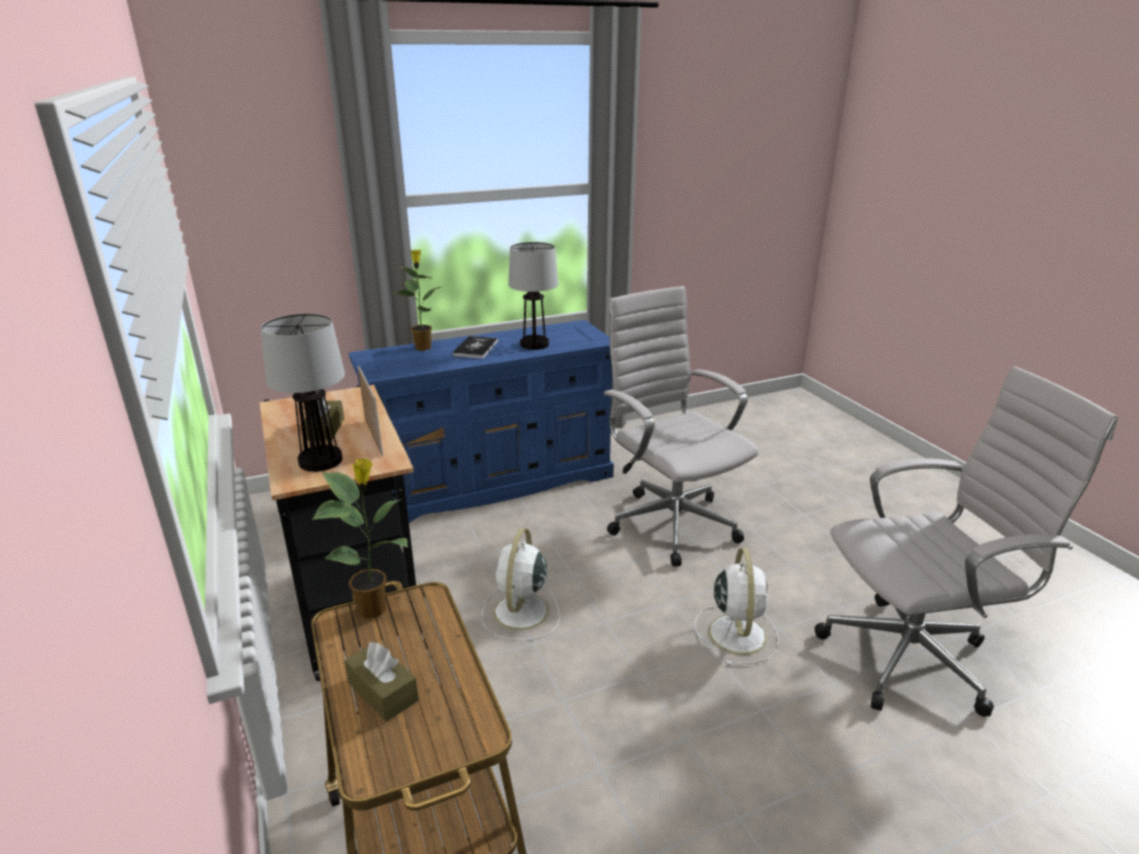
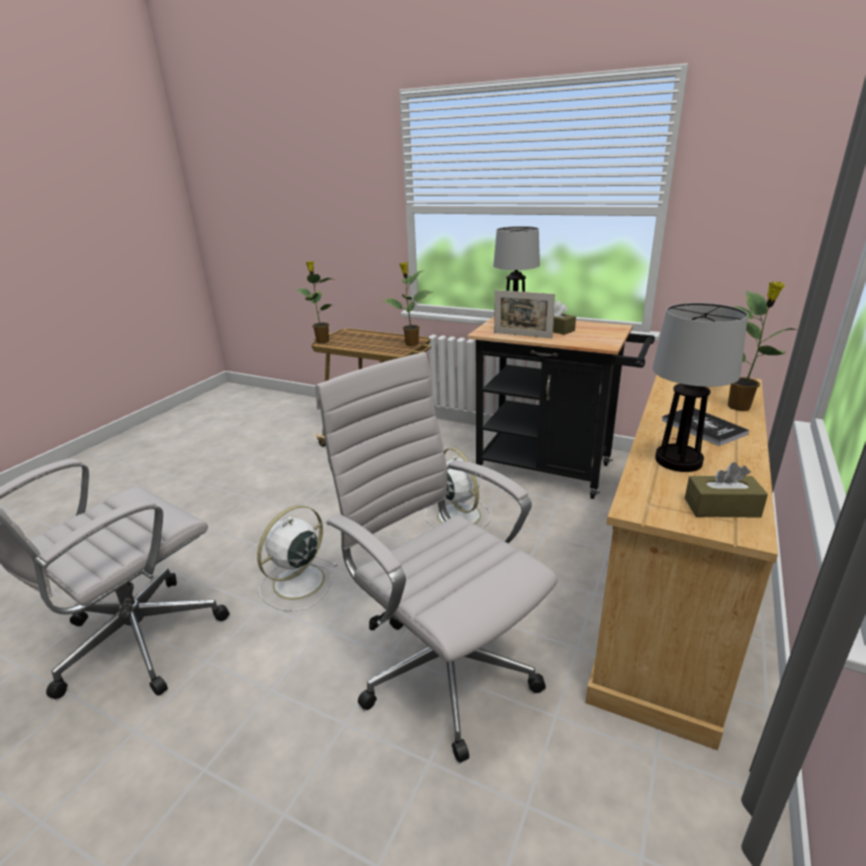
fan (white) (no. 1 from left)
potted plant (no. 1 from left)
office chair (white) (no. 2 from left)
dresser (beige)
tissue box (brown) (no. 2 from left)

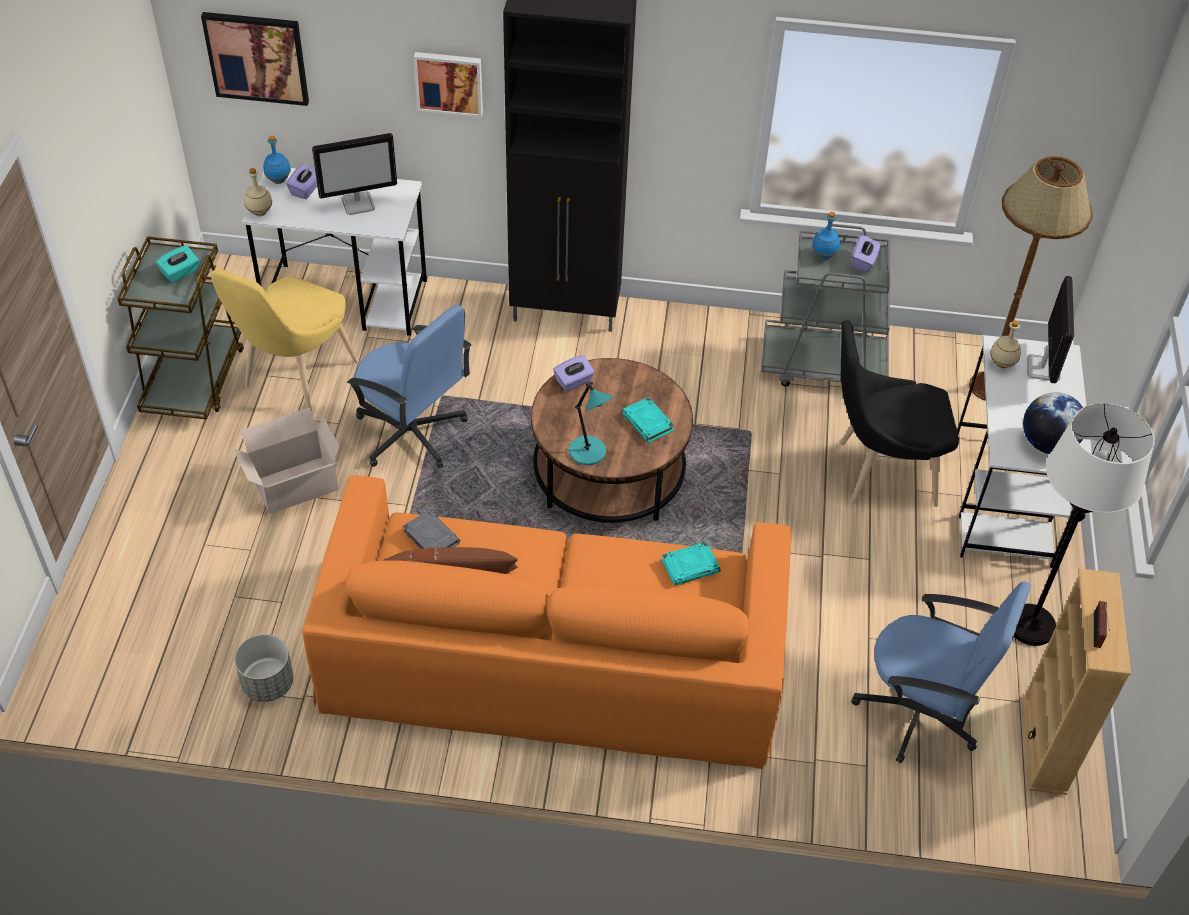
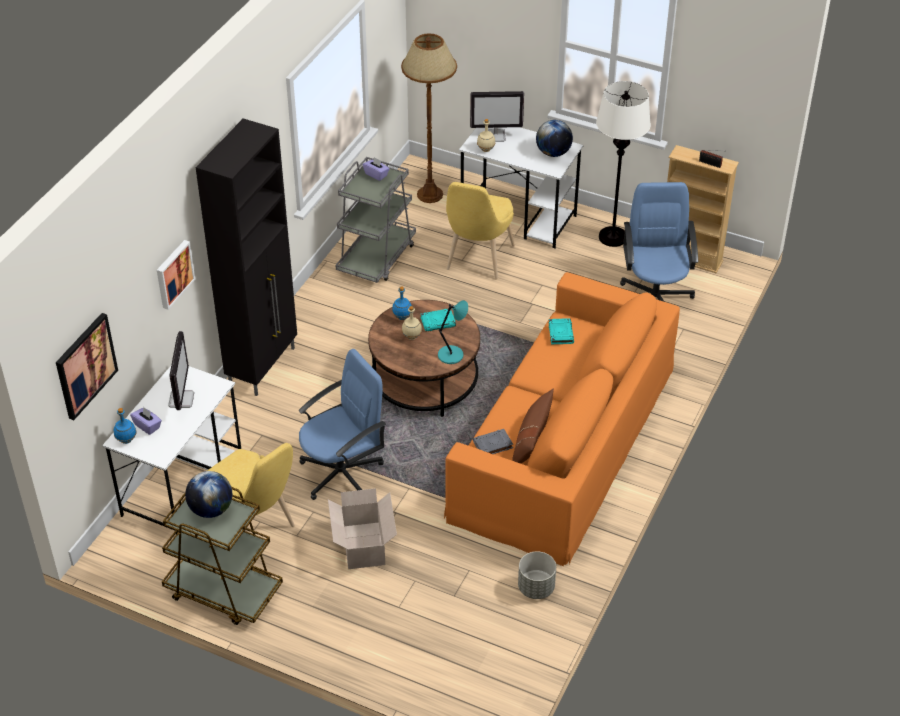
globe (no. 1 from left)
bottle (blue) (no. 2 from left)
bottle (beige) (no. 1 from left)
chair (yellow) (no. 2 from left)
monitor (no. 2 from left)
office chair (blue) (no. 2 from left)
tissue box (purple) (no. 2 from left in the first image)

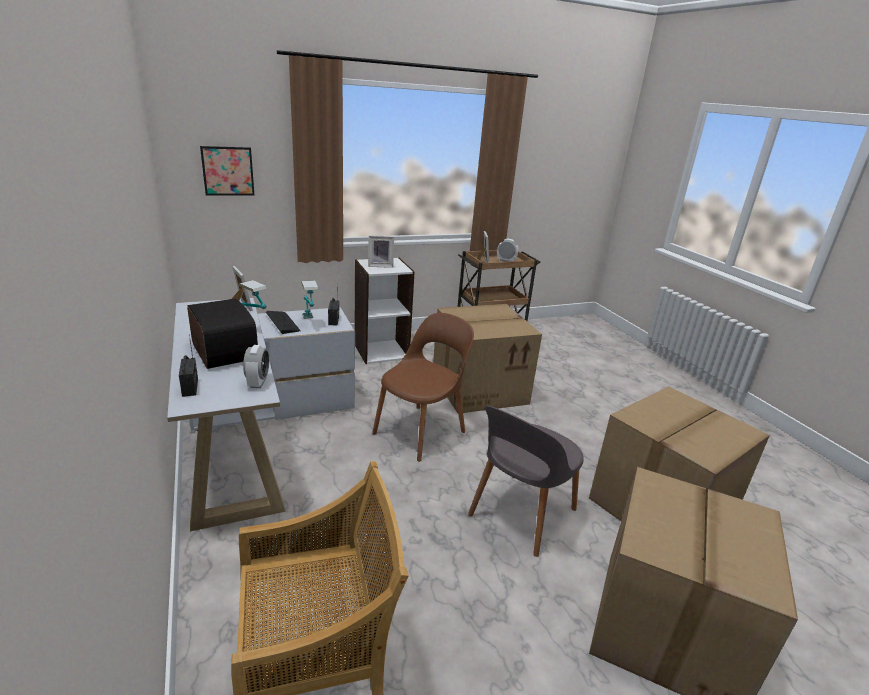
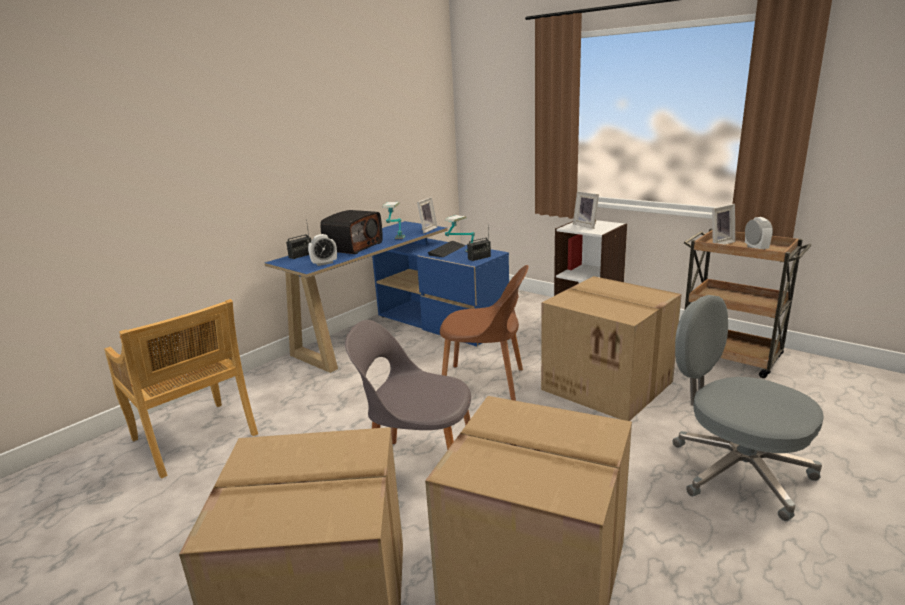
desk (blue)
office chair (grey)
picture

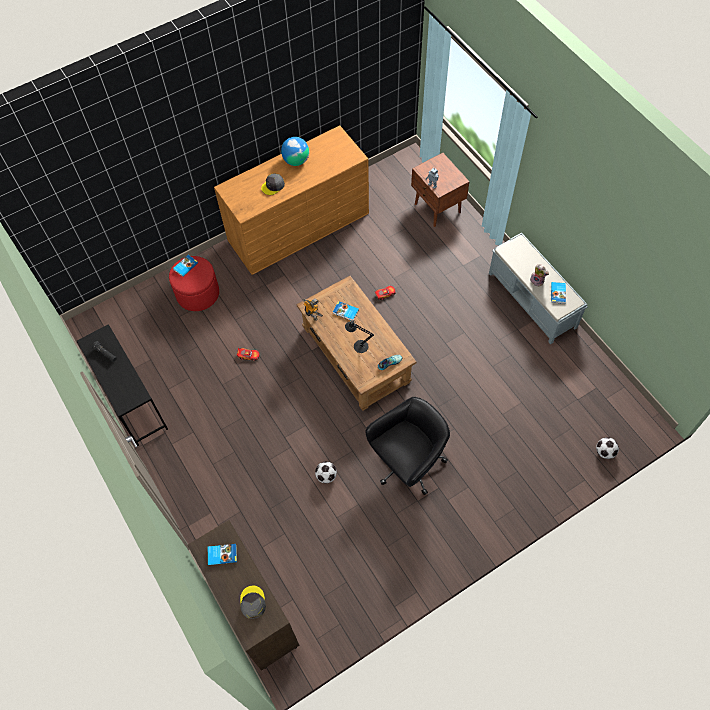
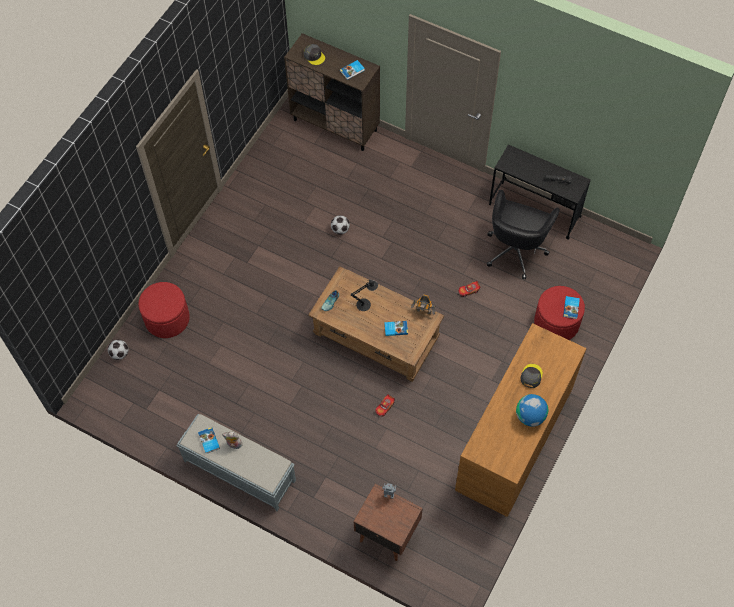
ottoman (red) (no. 1 from left)
office chair (black)

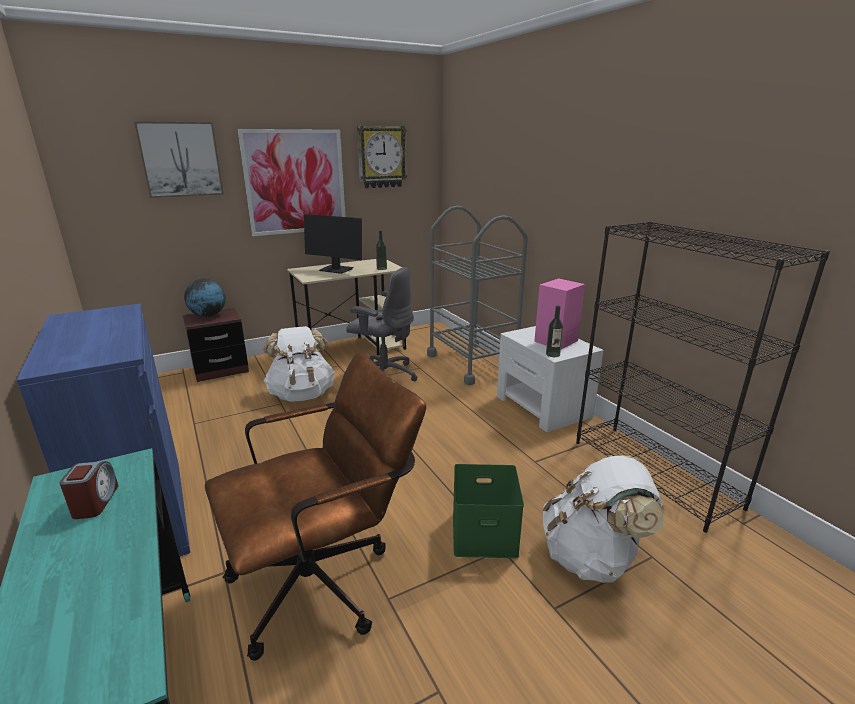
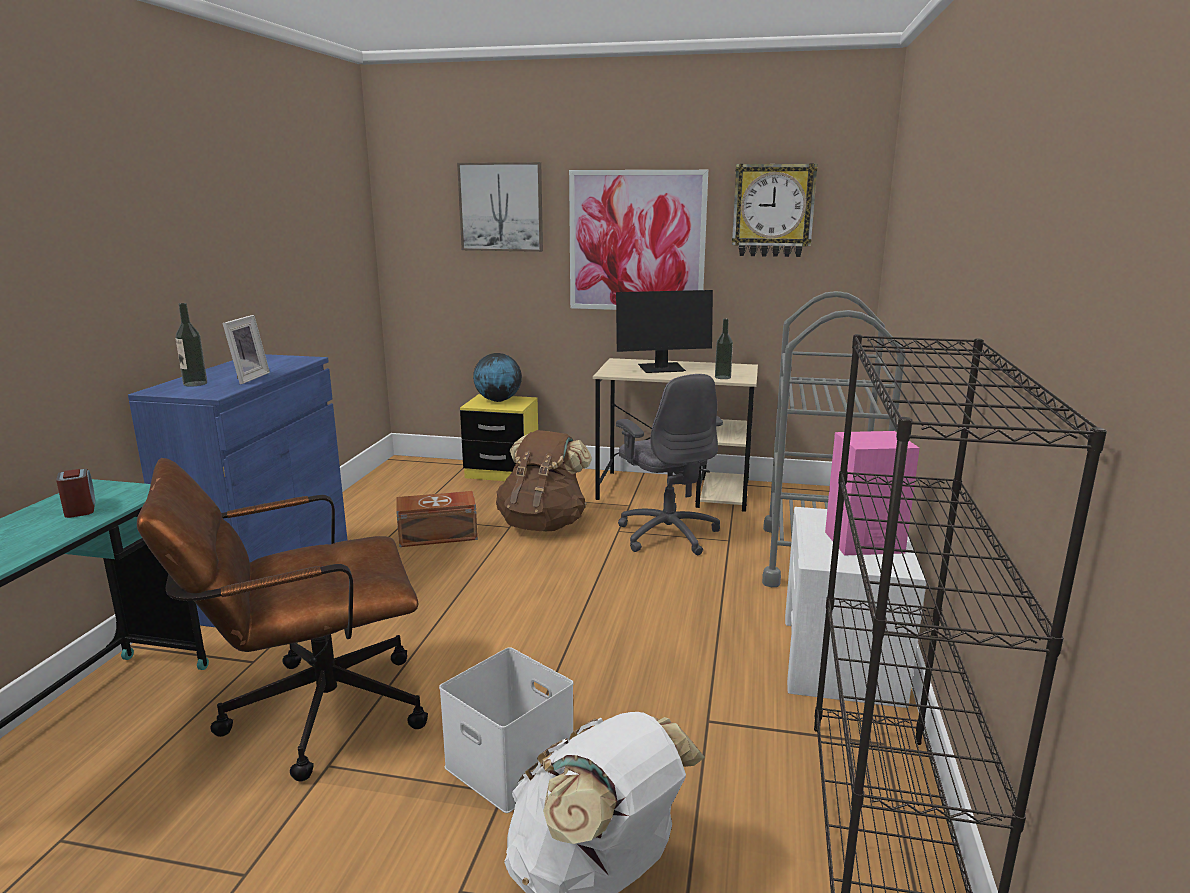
alarm clock
office chair (brown)
bottle (no. 1 from left)
picture frame
storage box (brown)
storage box (white)
nightstand (yellow)
backpack (brown)
monitor

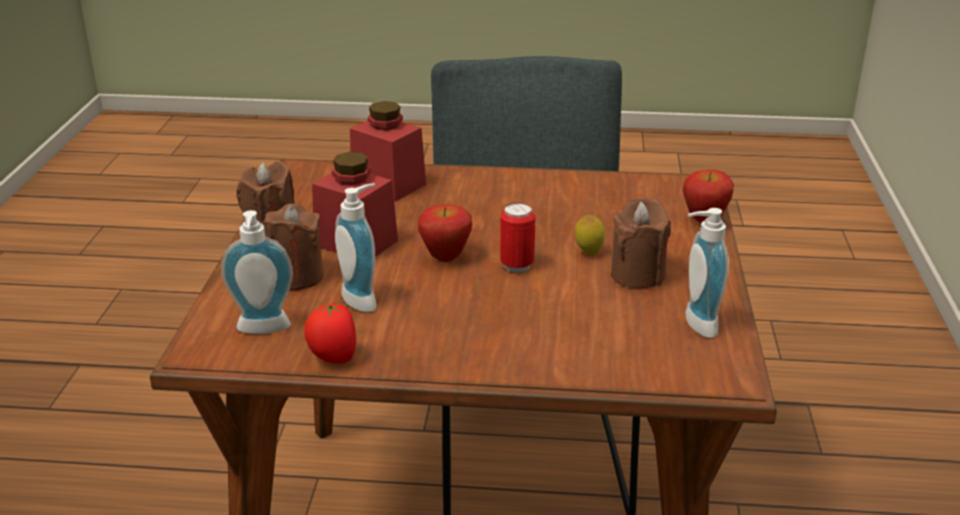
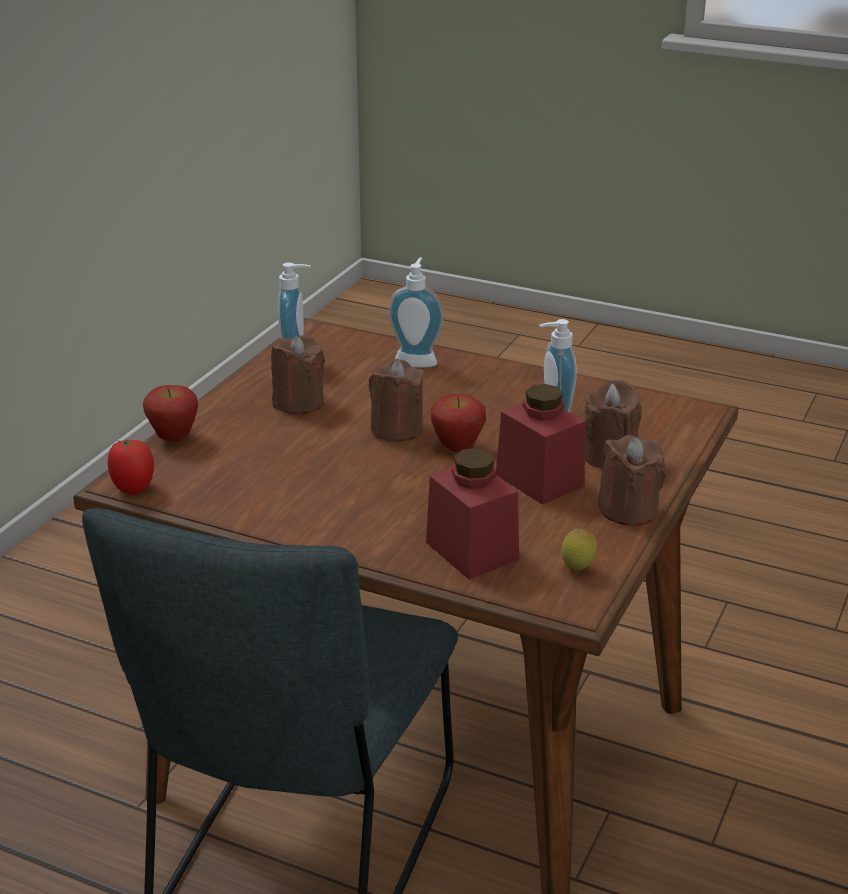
tomato
candle (brown) (no. 2 from left)
soap dispenser (no. 2 from left)
lemon

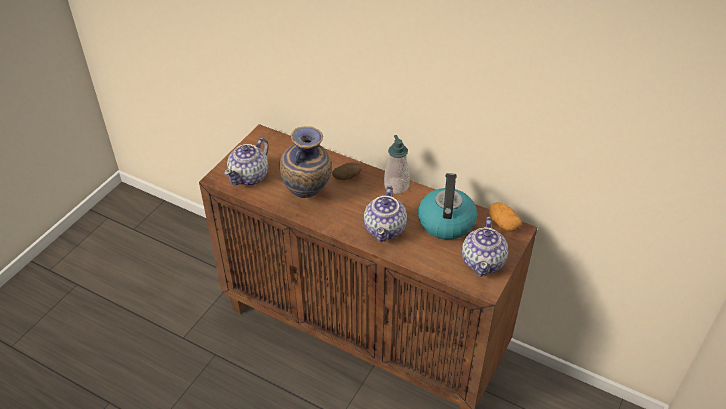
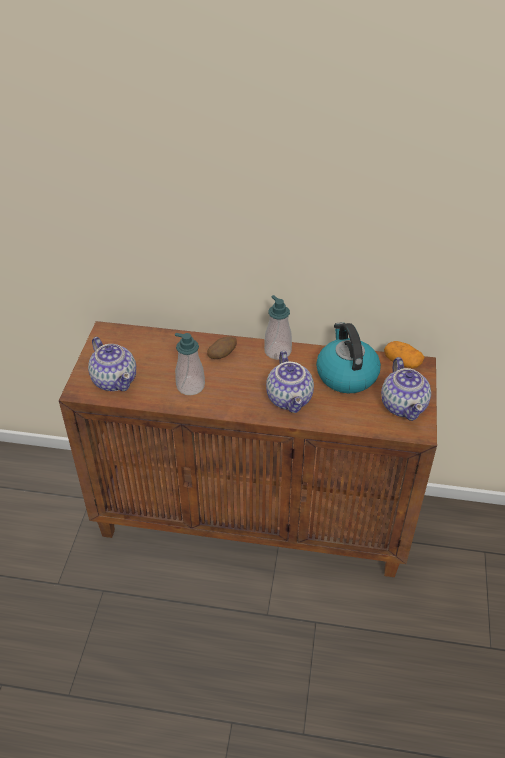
teapot (no. 1 from left)
soap dispenser (no. 1 from left)

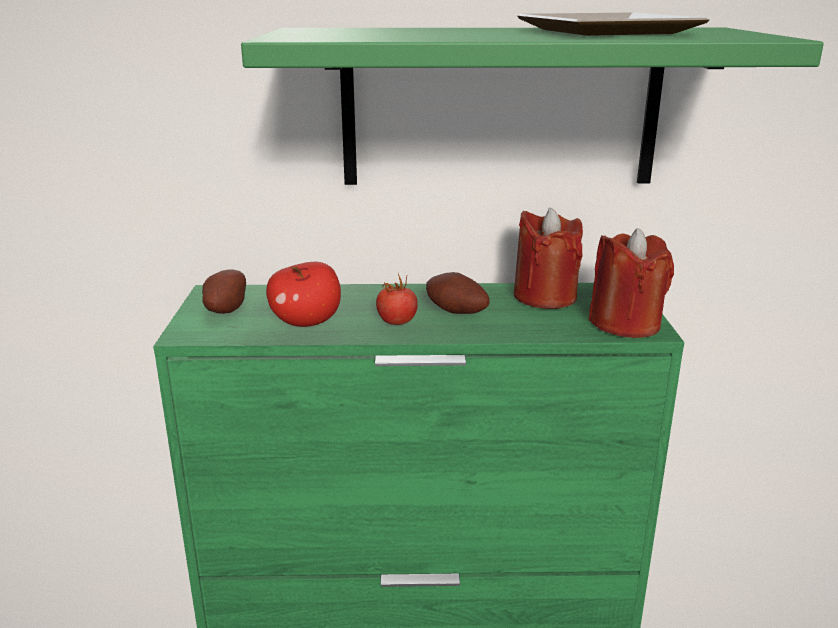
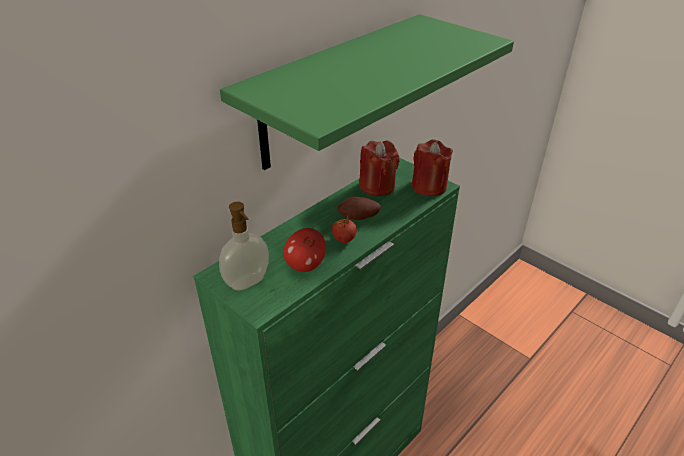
soap dispenser
plate

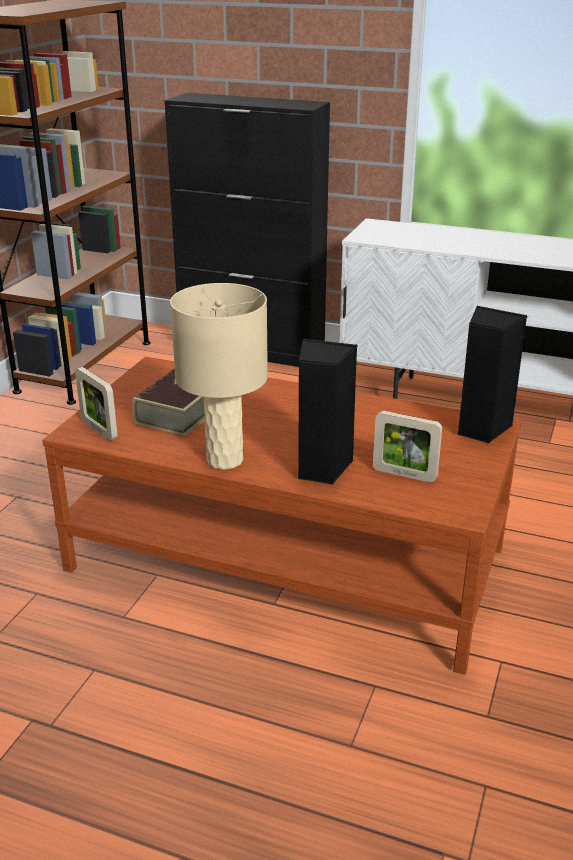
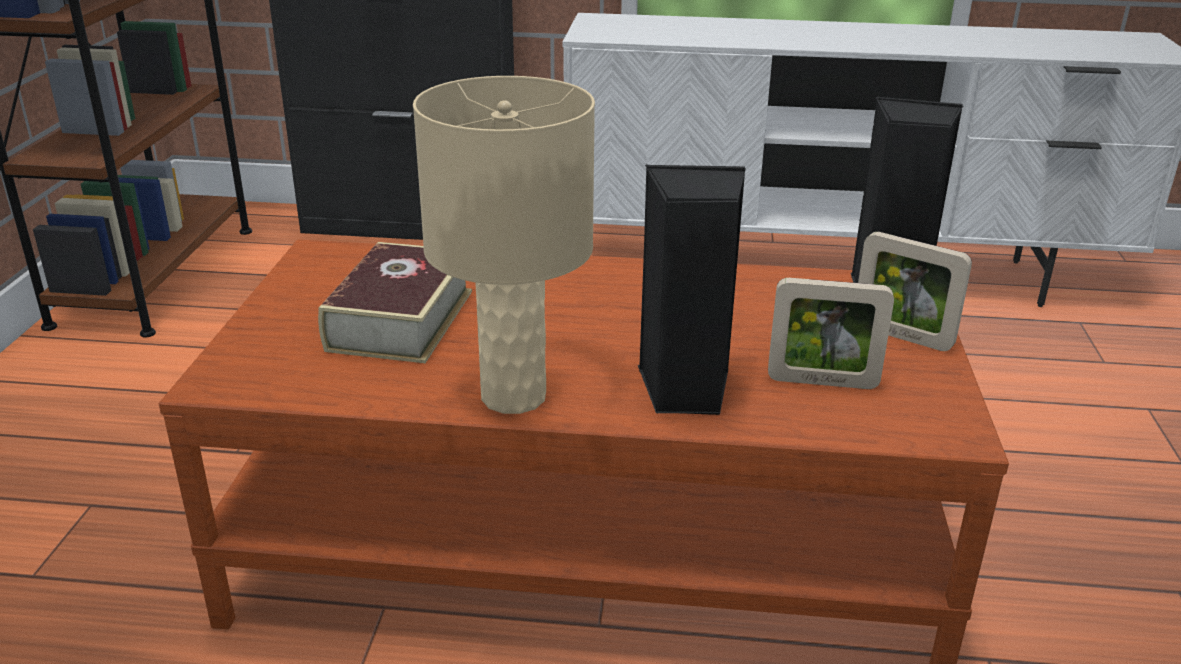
picture frame (no. 2 from left)

